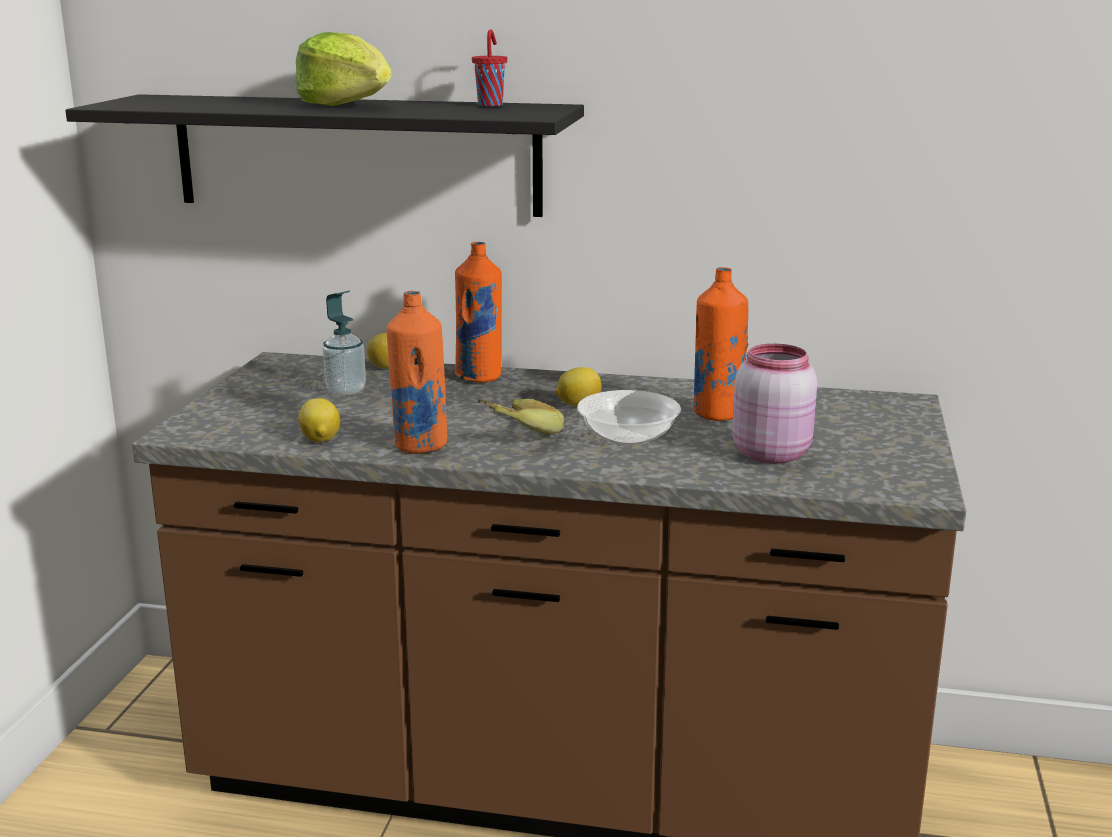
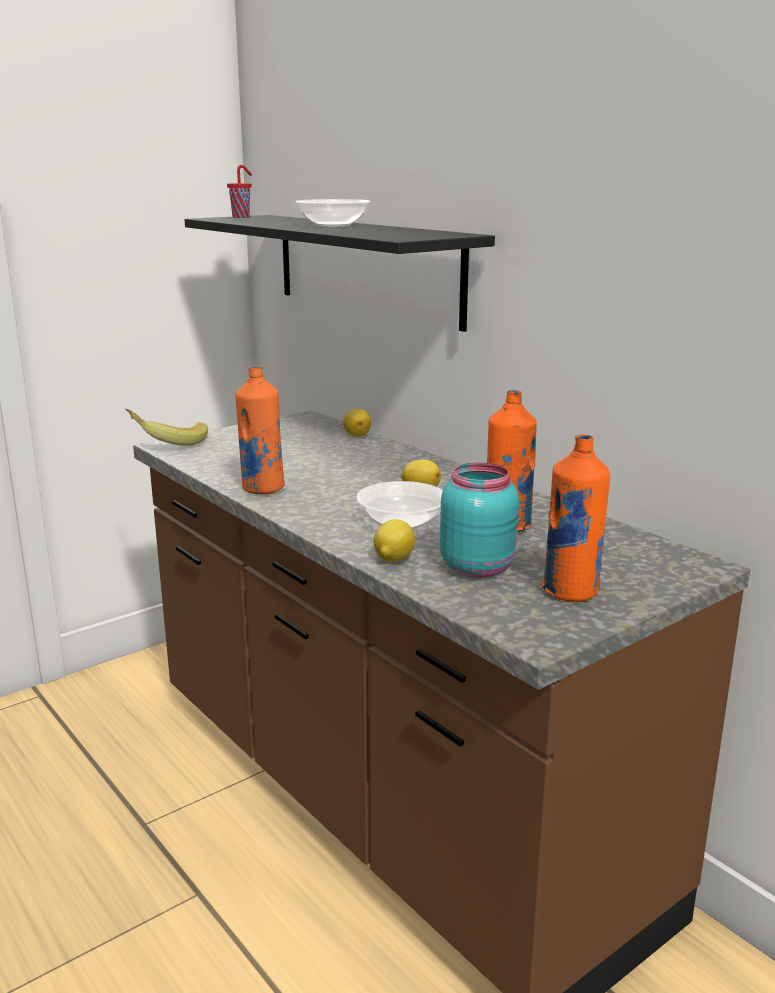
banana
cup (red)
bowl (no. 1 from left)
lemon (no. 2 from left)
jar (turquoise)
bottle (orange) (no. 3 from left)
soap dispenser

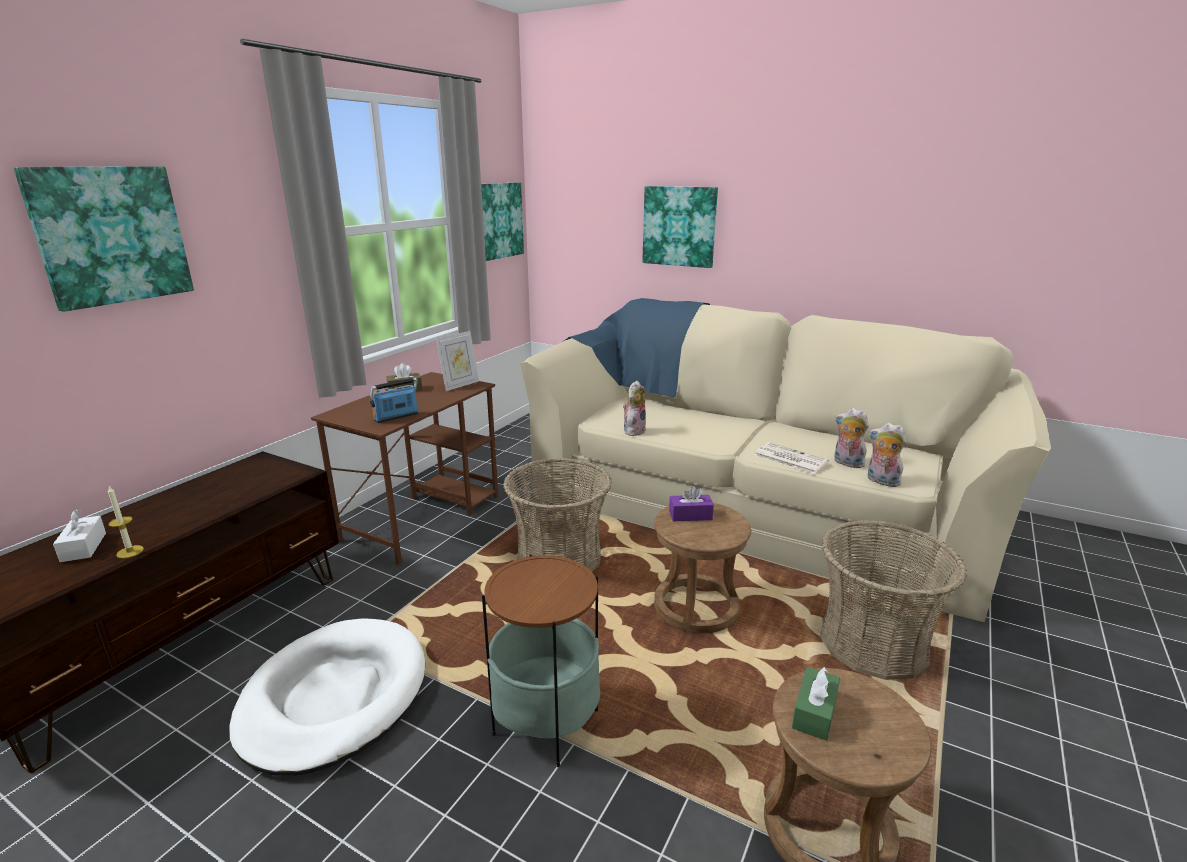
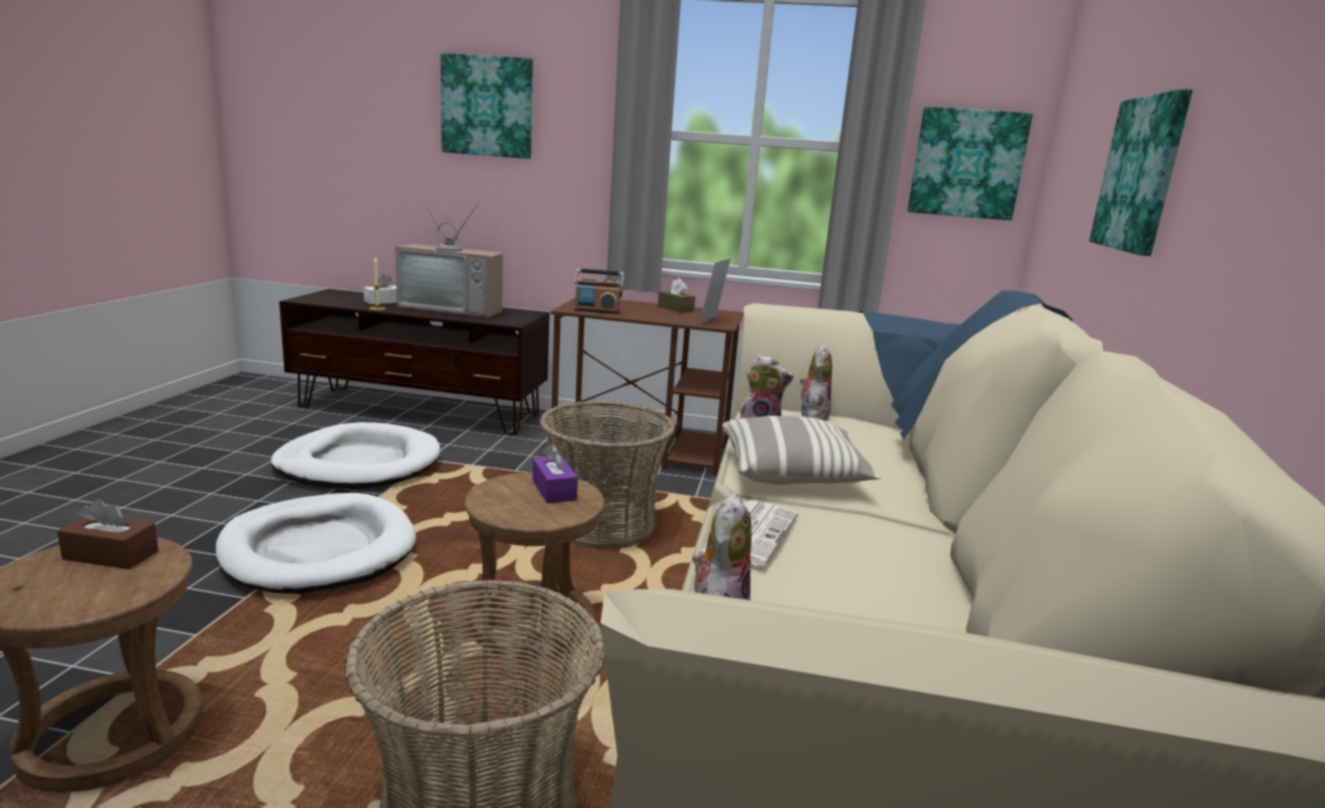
tissue box (brown) (no. 1 from left)
dog bed (white) (no. 1 from left)
television
radio
picture frame
pillow
plush toy (no. 3 from left)

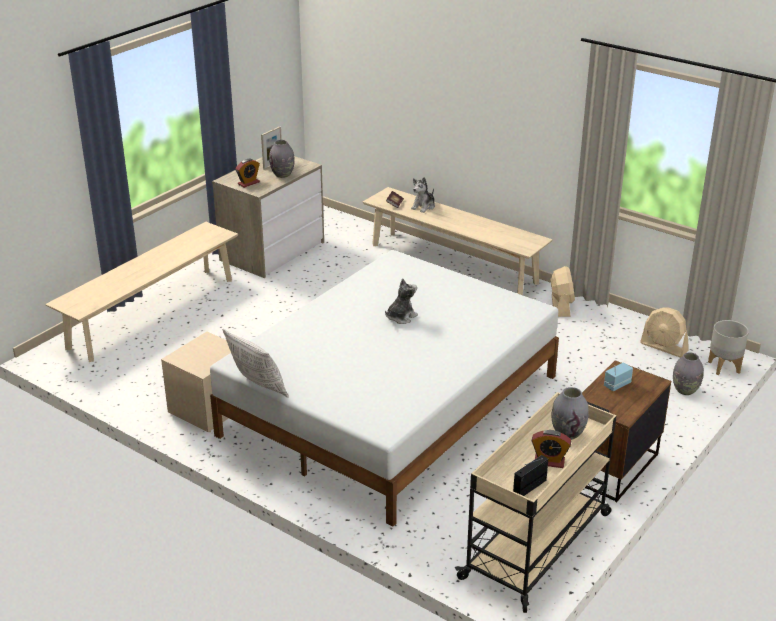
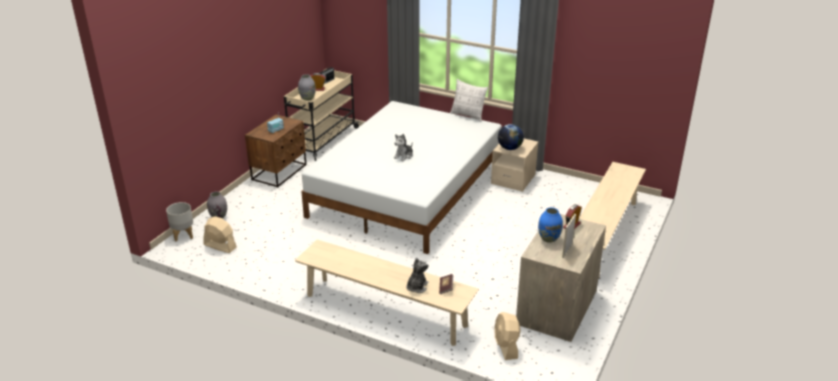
fan (beige) (no. 2 from left)
globe
vase (blue)

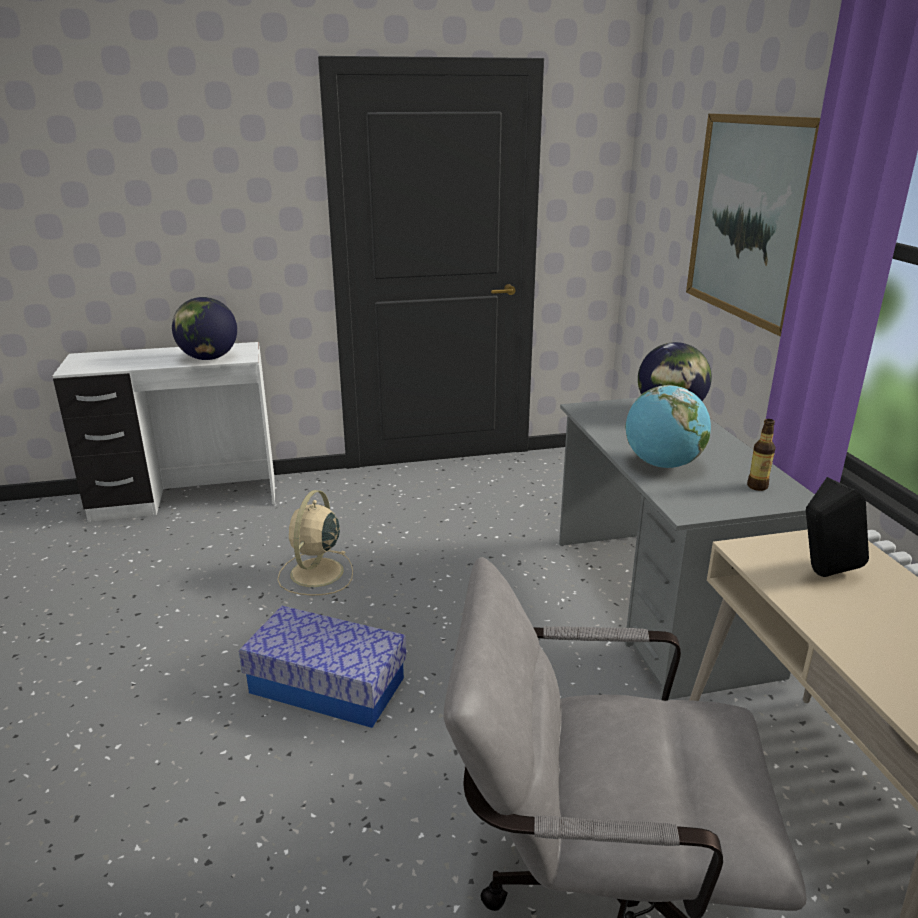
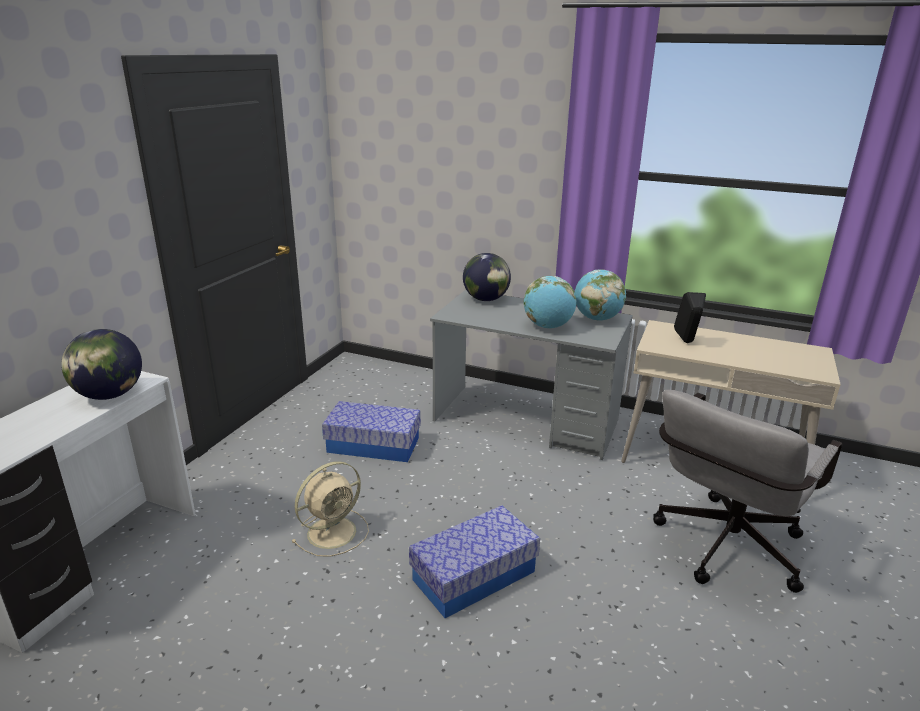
fan (beige)
storage box (no. 1 from left)
globe (no. 4 from left)
picture

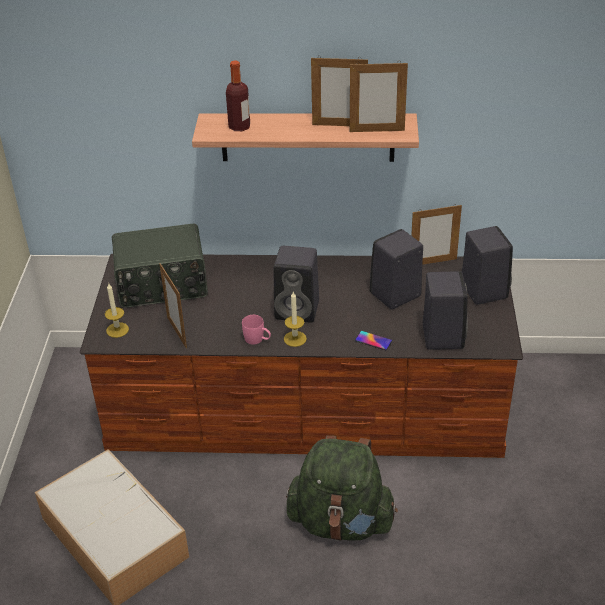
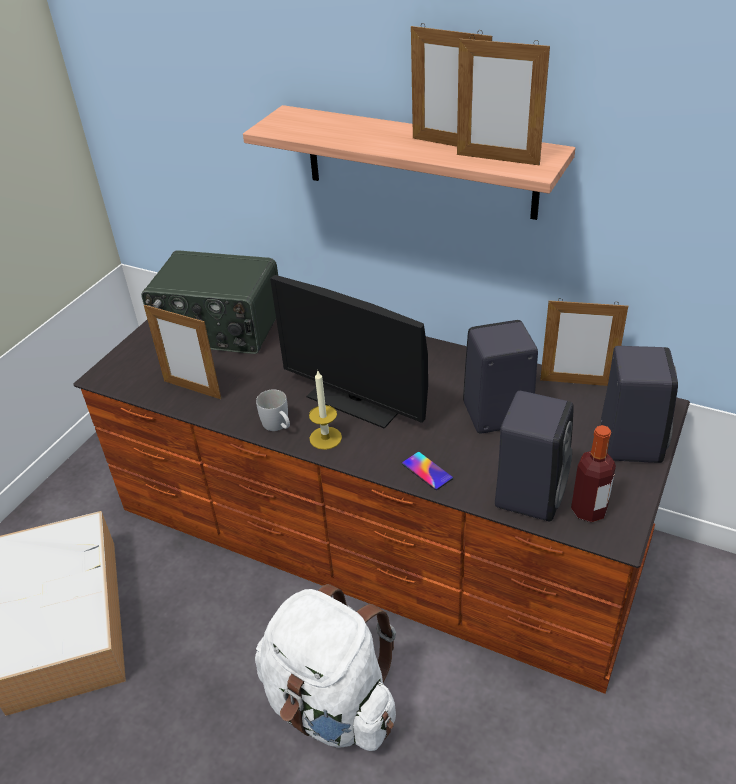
picture frame (no. 1 from left)
backpack (white)
mug (white)
monitor
bottle
candle (no. 1 from left in the first image)

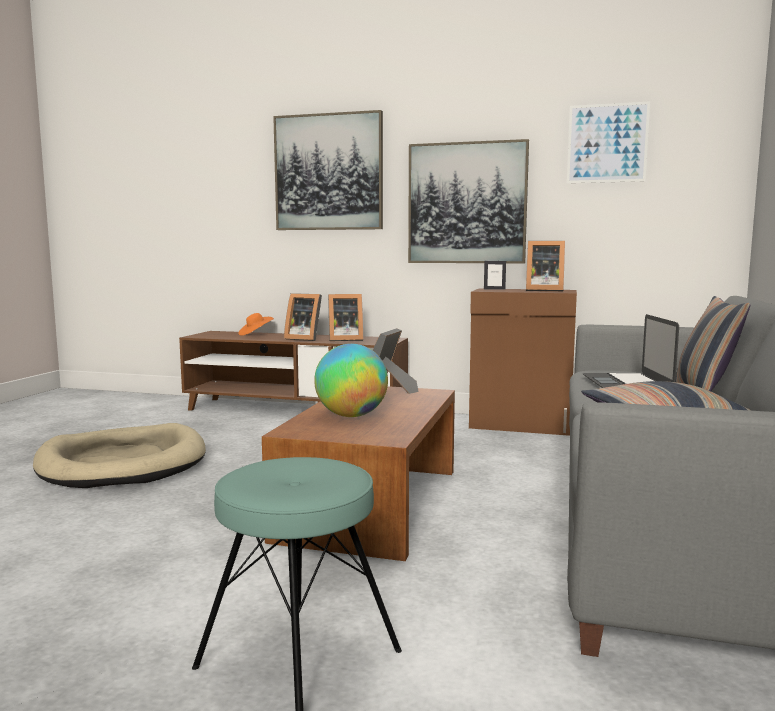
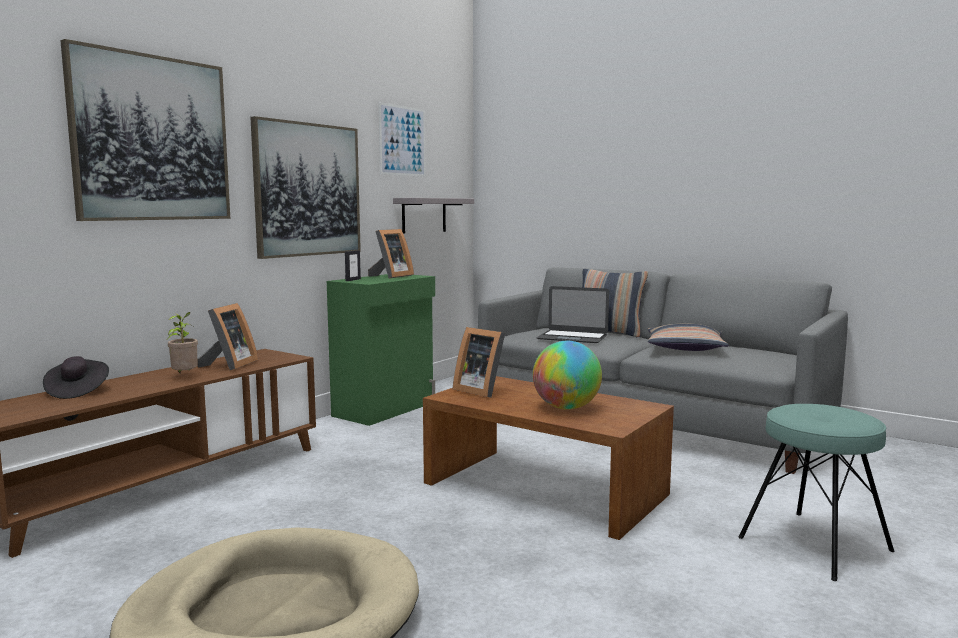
hat (black)
potted plant
cabinet (green)
shelf (grey)

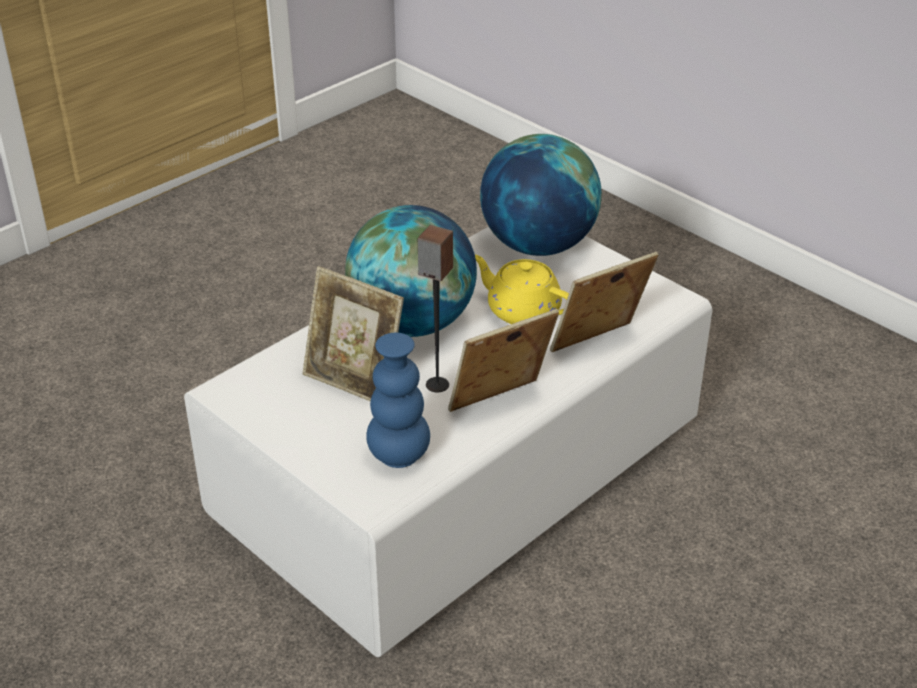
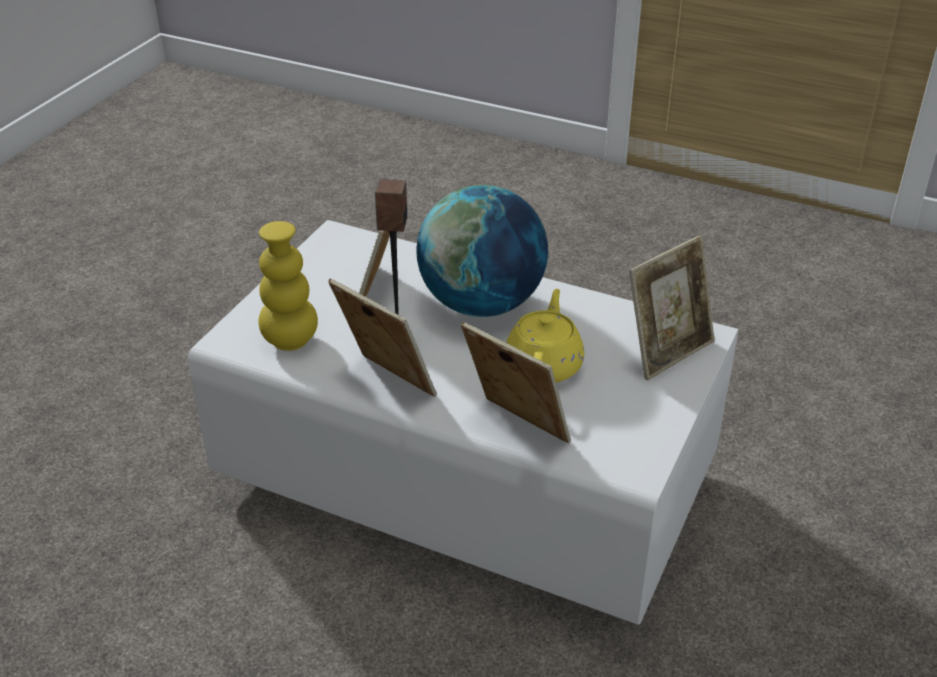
vase (yellow)
picture frame (no. 4 from left)

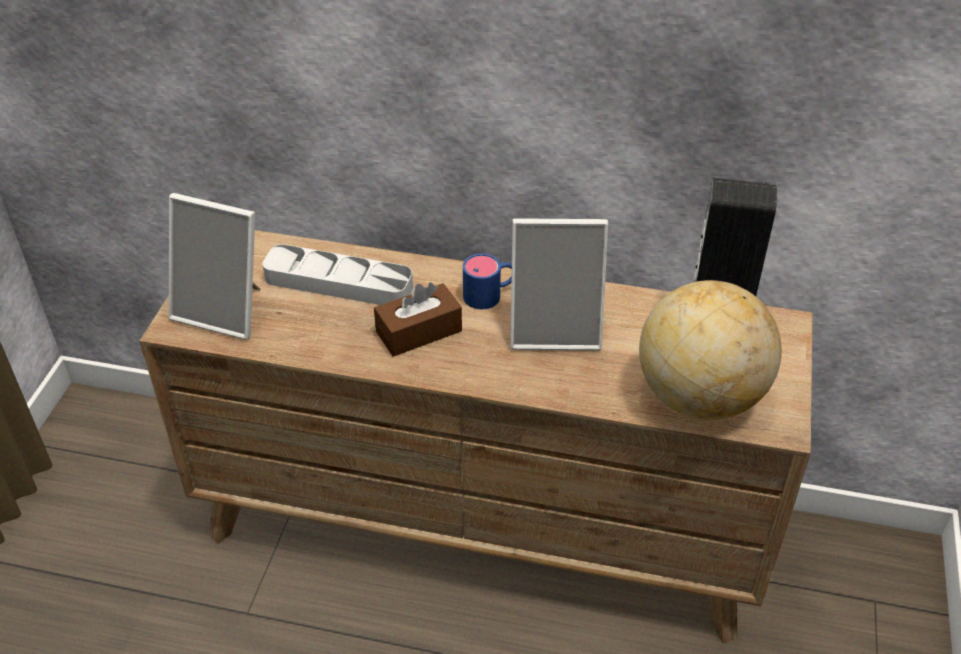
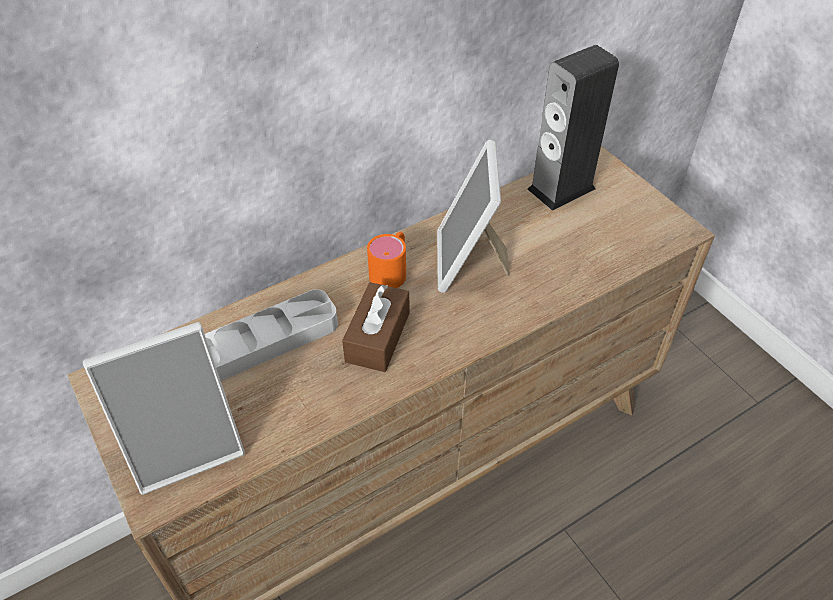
mug (orange)
picture frame (no. 2 from left)
globe

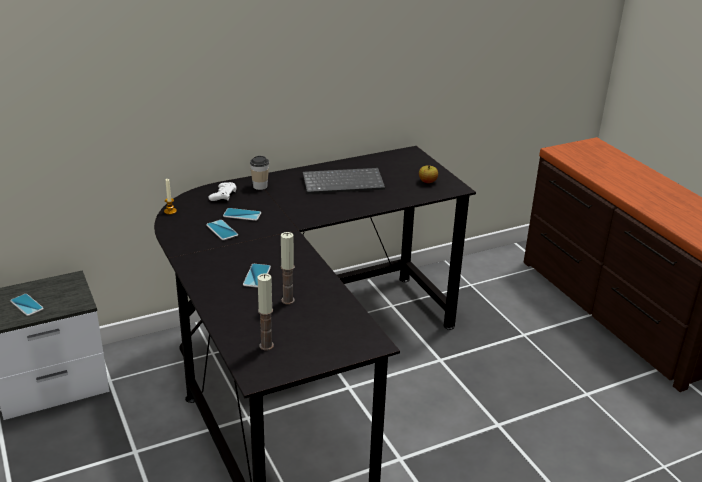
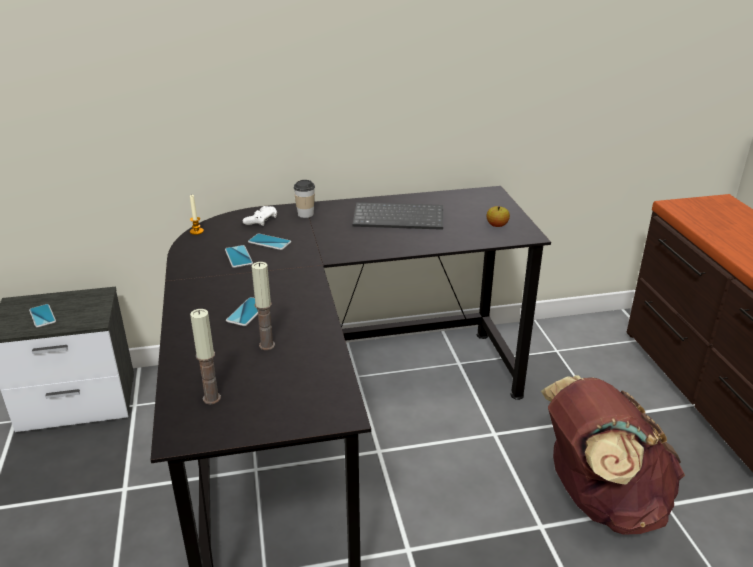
backpack (brown)

